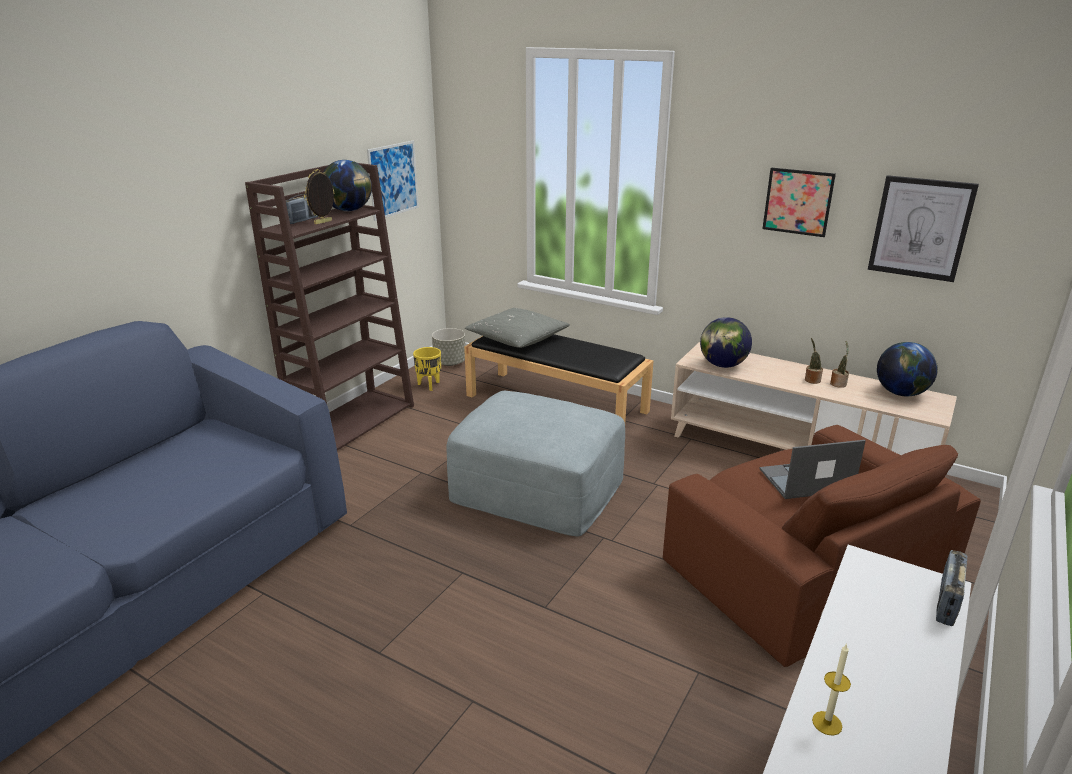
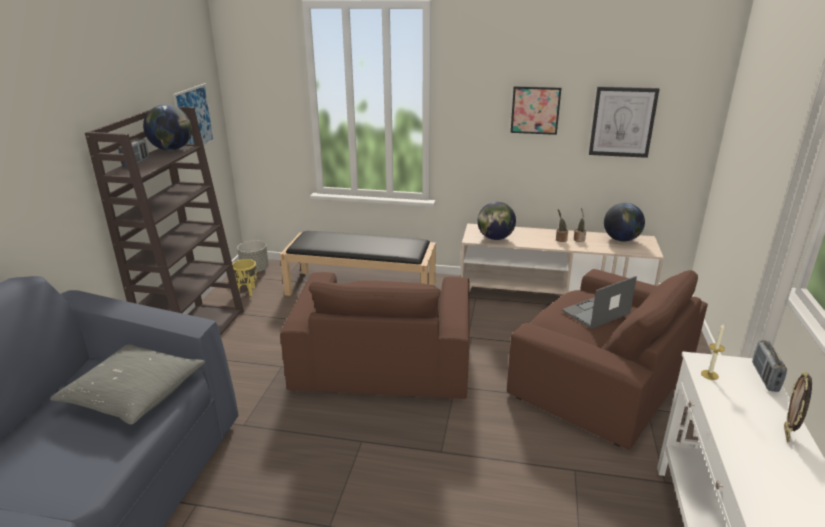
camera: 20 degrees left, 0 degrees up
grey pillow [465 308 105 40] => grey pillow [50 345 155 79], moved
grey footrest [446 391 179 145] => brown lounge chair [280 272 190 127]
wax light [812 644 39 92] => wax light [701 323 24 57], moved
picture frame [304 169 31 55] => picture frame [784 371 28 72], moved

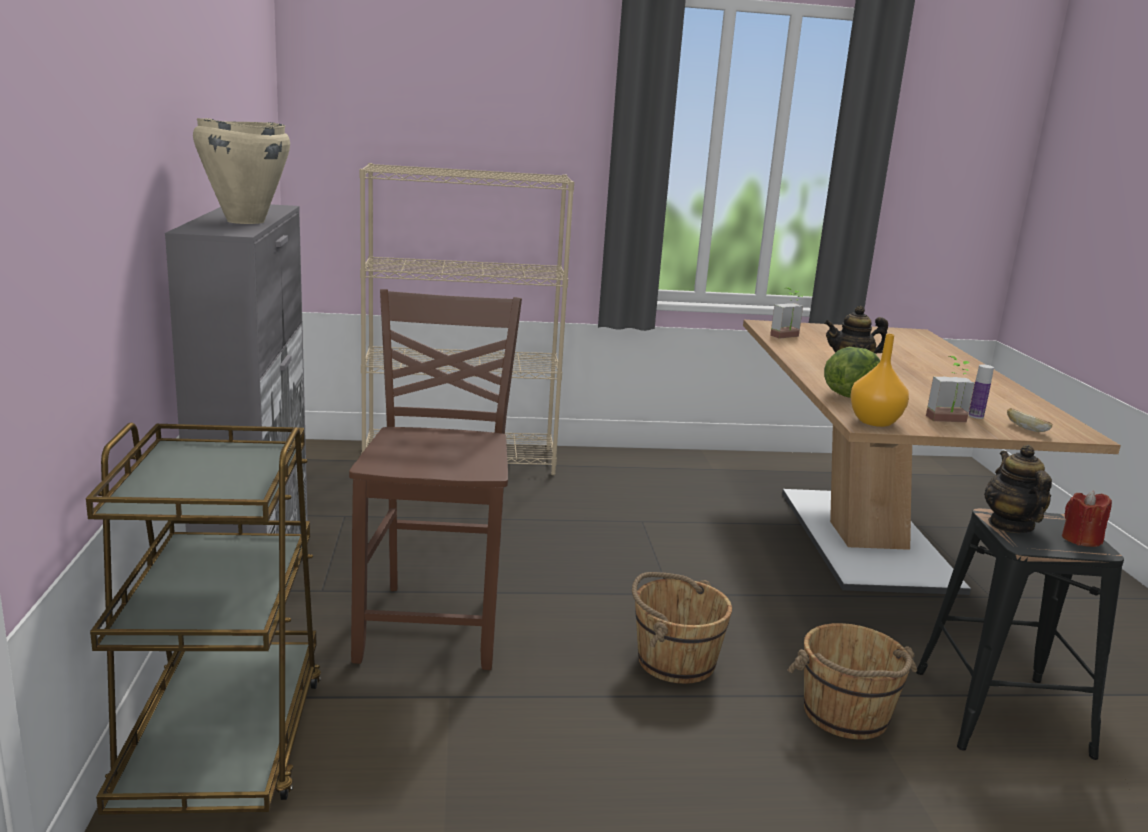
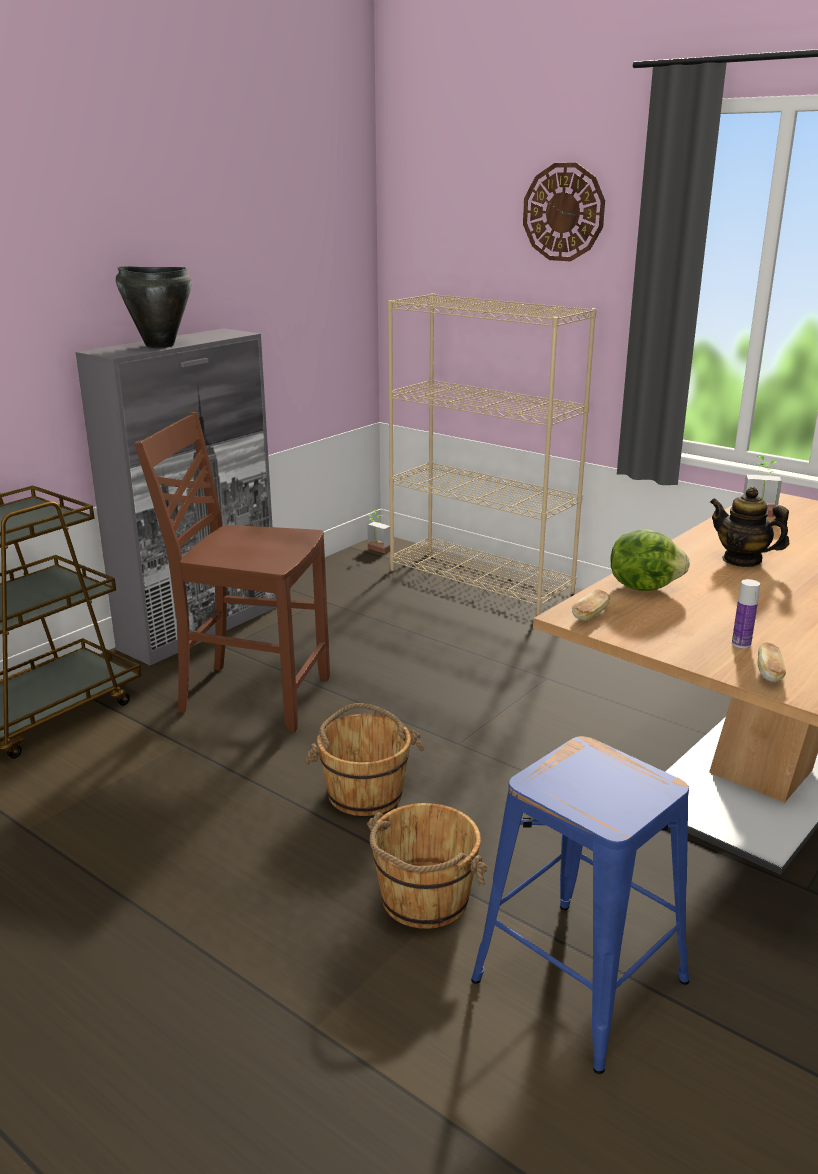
camera: 45 degrees right, 5 degrees up
beige stockpot [193 118 97 106] => black stockpot [116 266 76 82]
brown upright chair [349 289 173 381] => brown upright chair [135 412 195 320], 120 degrees counterclockwise
potted plant [926 356 49 66] => potted plant [366 510 24 43], moved
black stool [916 508 208 252] => blue stool [471 736 218 338]
nothing => hanging clock [523 163 82 98]
orangey vase [851 333 58 94] => baked bread [572 590 38 31]
tea pot [984 445 68 88] => nothing
red-coloured wax light [1062 491 50 56] => nothing

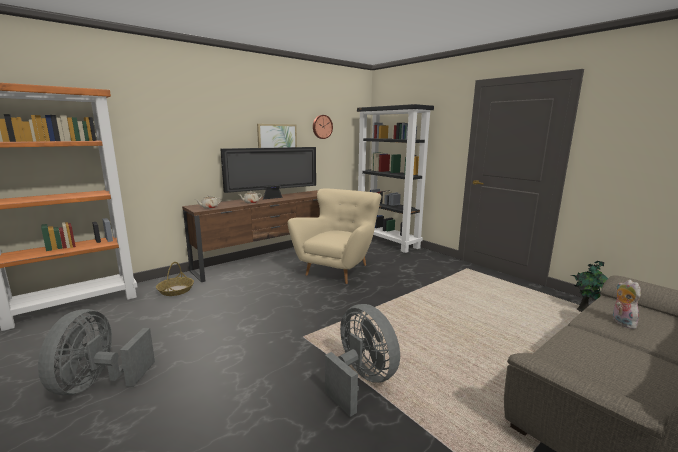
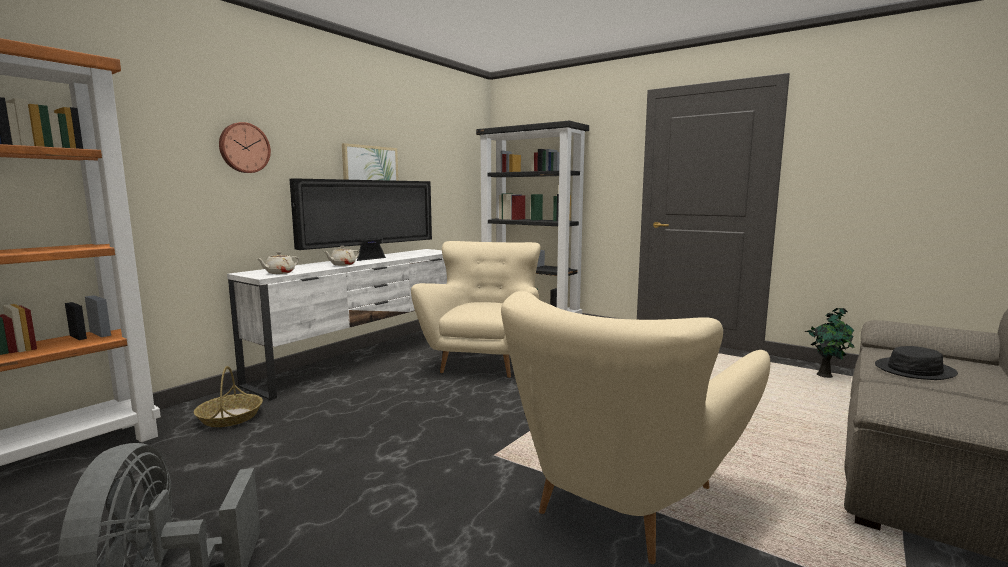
camera: 15 degrees left, 5 degrees down
hanging clock [313 115 20 24] => hanging clock [219 122 52 51], moved
brown media console [182 190 138 92] => whitish media console [227 249 220 152]
grey cooling fan [325 304 75 113] => beige lounge chair [501 291 270 273]
plush toy [613 280 28 49] => black wearable hat [875 346 83 34]

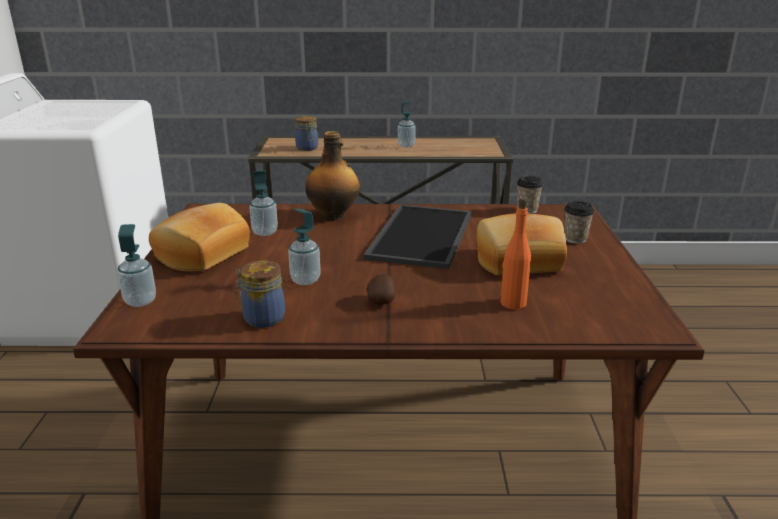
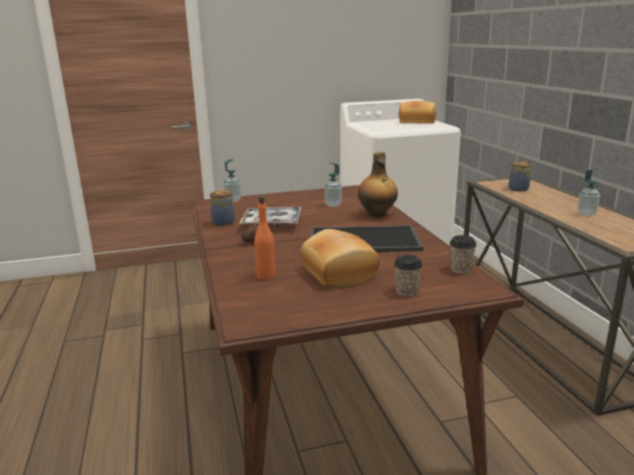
camera: 75 degrees right, 5 degrees down
soap bottle [288 209 33 76] => tray [239 207 63 20]
baked bread [149 203 101 69] => baked bread [399 100 37 24], moved

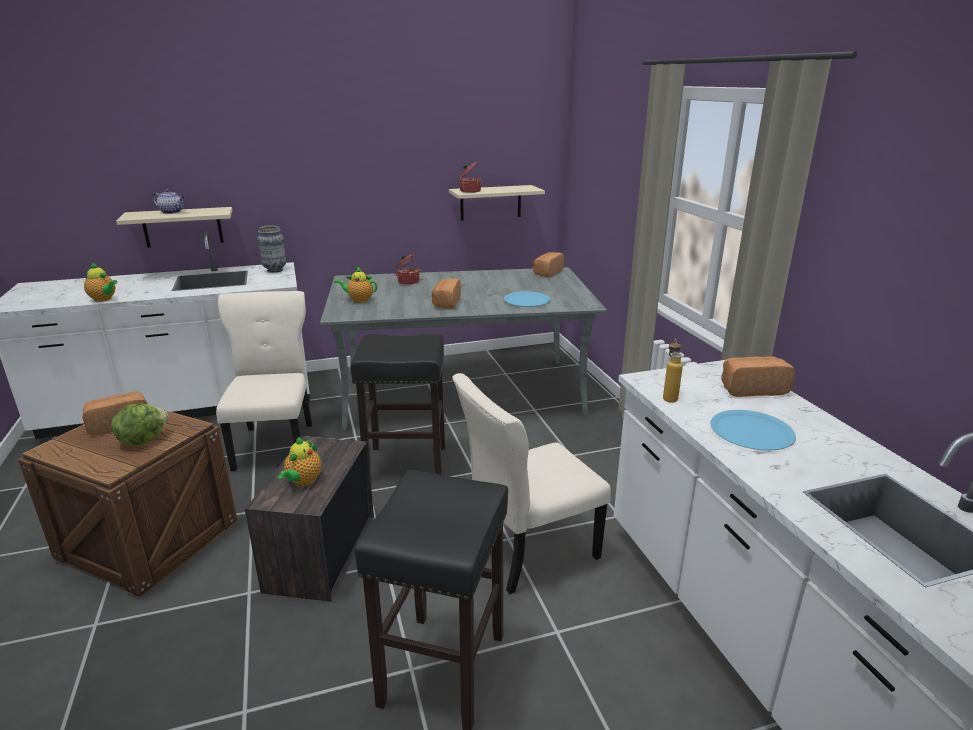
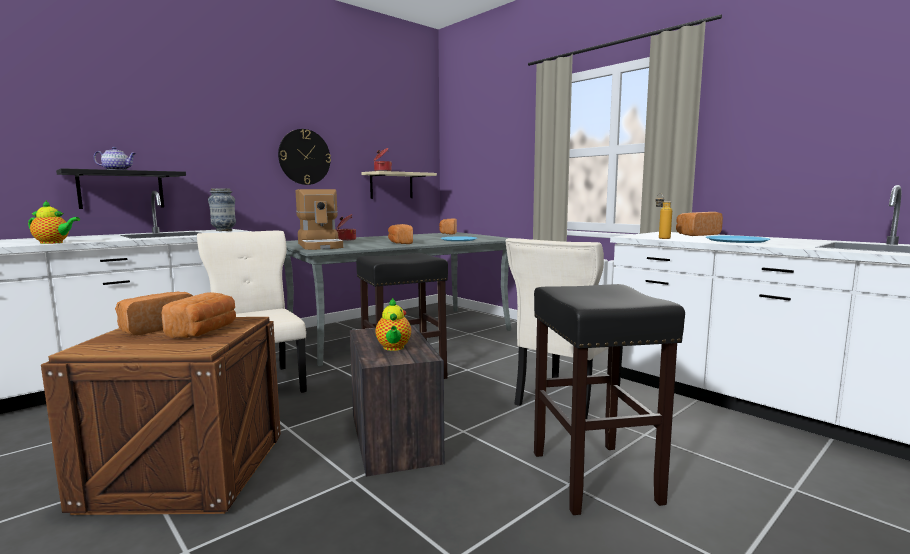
camera: 25 degrees left, 15 degrees down
beige shelf [116 207 116 41] => black shelf [56 168 130 41]
head of lettuce [111 403 58 43] => baked bread [162 292 74 46]
nothing => hanging clock [278 129 53 56]
tea pot [334 266 43 37] => coffee brewer [296 189 47 61]

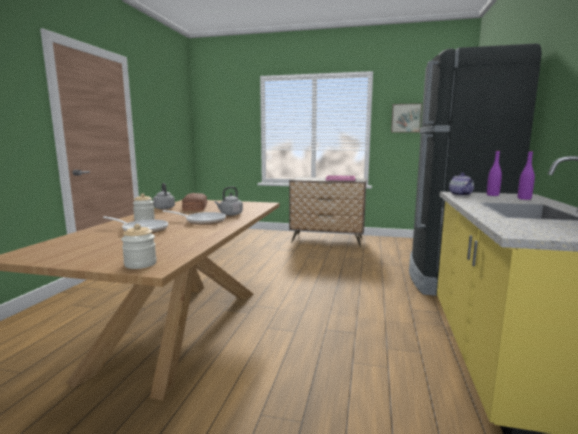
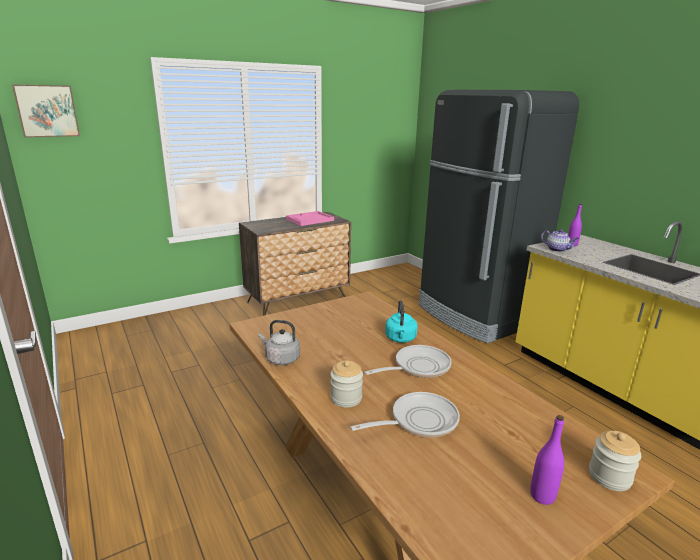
camera: 45 degrees left, 10 degrees up
picture [391 103 31 30] => picture [12 84 68 54], moved
grey kettle [215 187 28 29] => blue-green kettle [385 300 32 43]
purplish drink bottle [518 151 17 49] => purplish drink bottle [530 415 34 90], moved
baked bread [182 193 25 18] => nothing

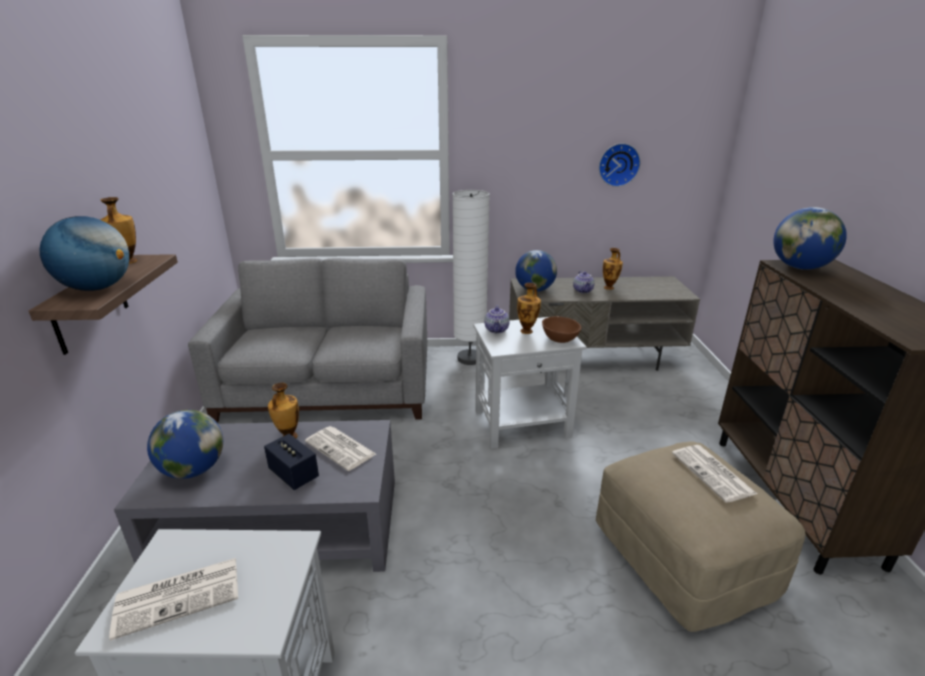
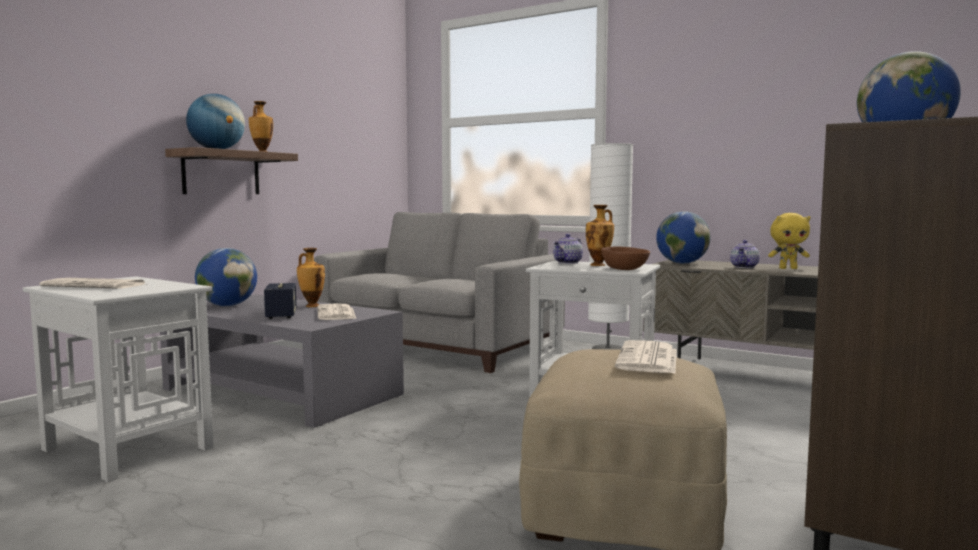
camera: 35 degrees right, 20 degrees down
vase [603 248 20 42] => yellow plush toy [768 213 42 56]
hanging clock [599 143 42 44] => nothing

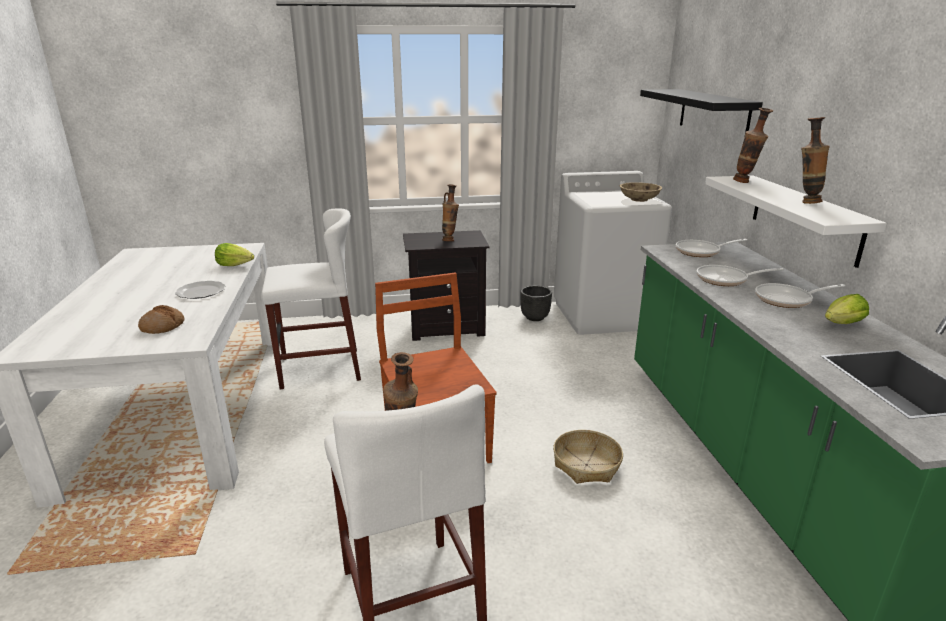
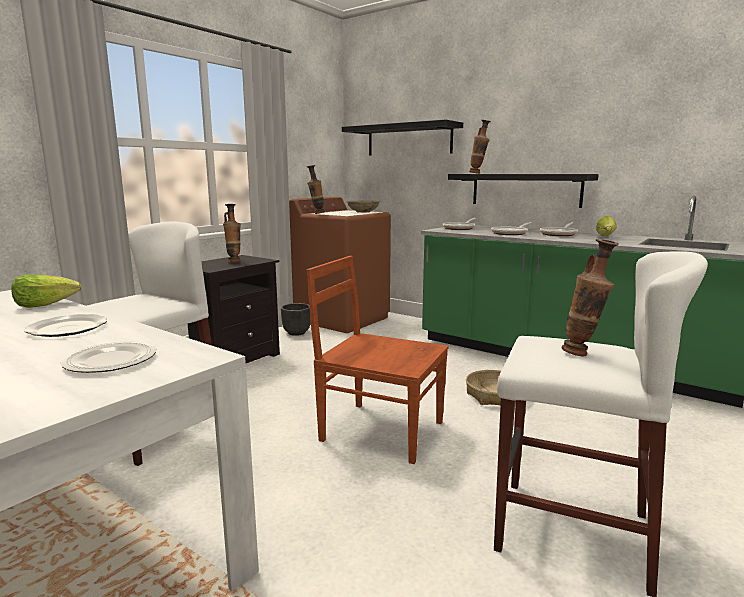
camera: 45 degrees left, 10 degrees down
baked bread [138 305 46 29] => flat dish [60 341 96 32]
whitish laundry machine [554 171 118 164] => brown laundry machine [289 196 102 137]
vase [801 117 29 87] => vase [307 165 18 49], moved
whitish shelf [705 175 182 93] => black shelf [448 174 151 34]

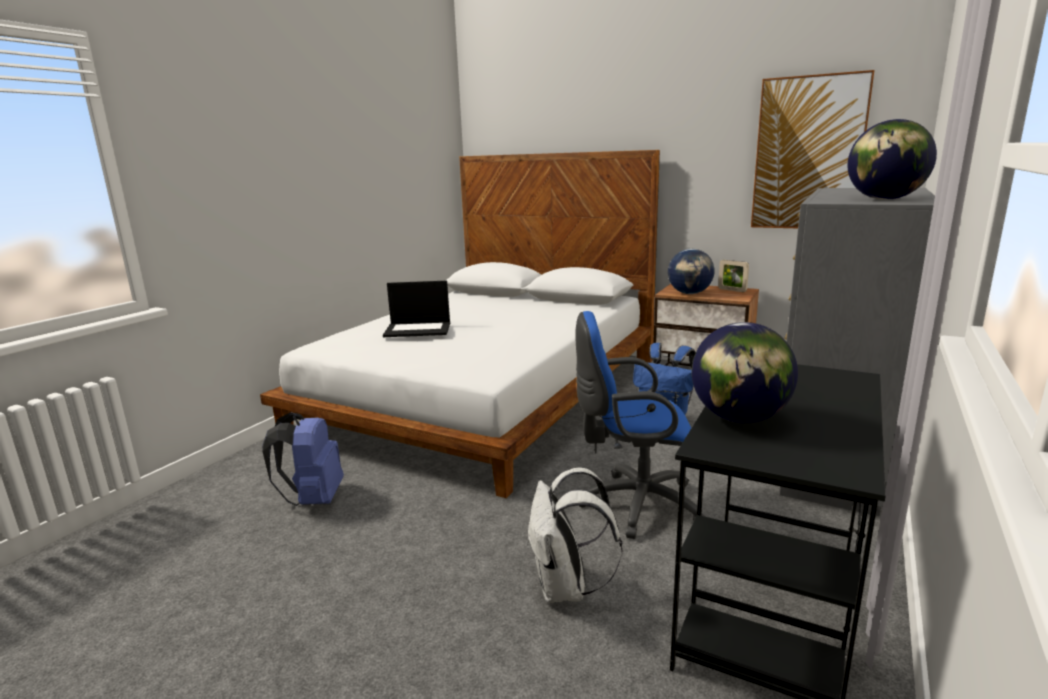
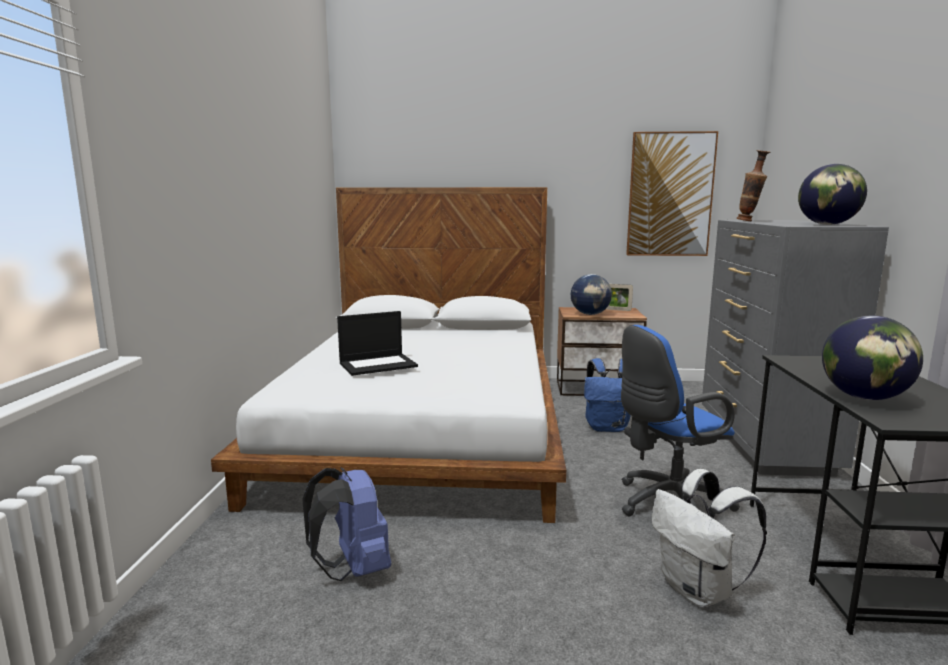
camera: 25 degrees left, 5 degrees down
nothing => vase [737 150 33 71]

